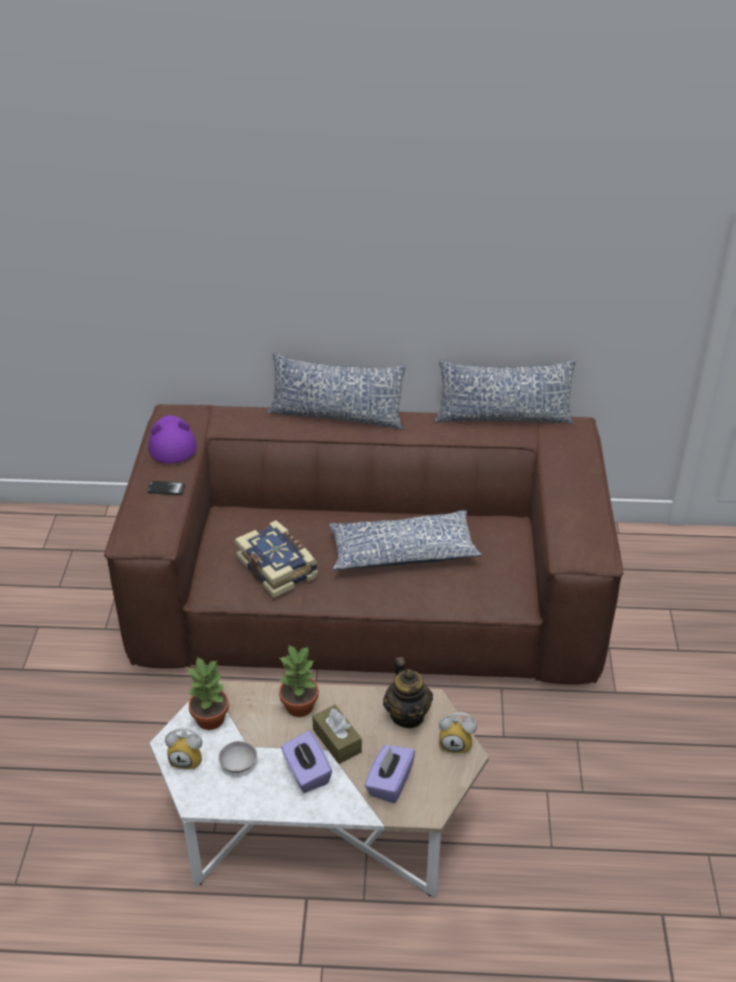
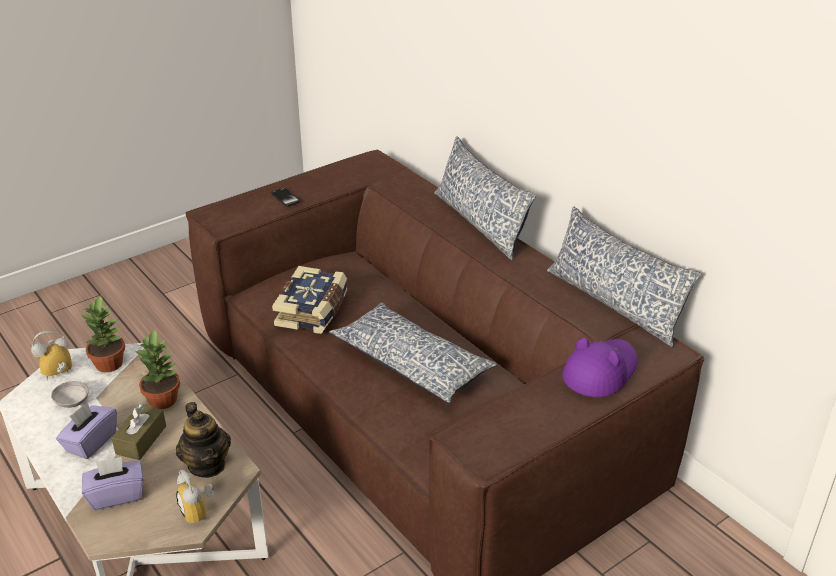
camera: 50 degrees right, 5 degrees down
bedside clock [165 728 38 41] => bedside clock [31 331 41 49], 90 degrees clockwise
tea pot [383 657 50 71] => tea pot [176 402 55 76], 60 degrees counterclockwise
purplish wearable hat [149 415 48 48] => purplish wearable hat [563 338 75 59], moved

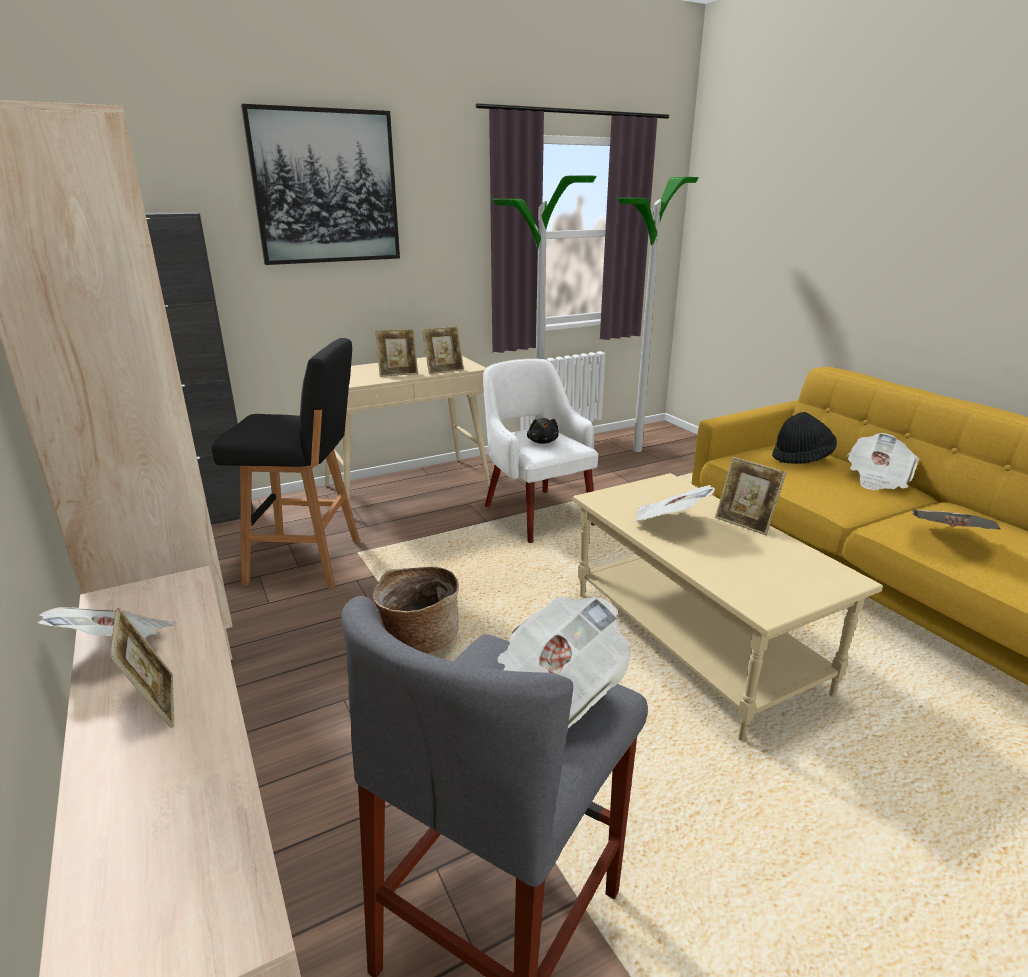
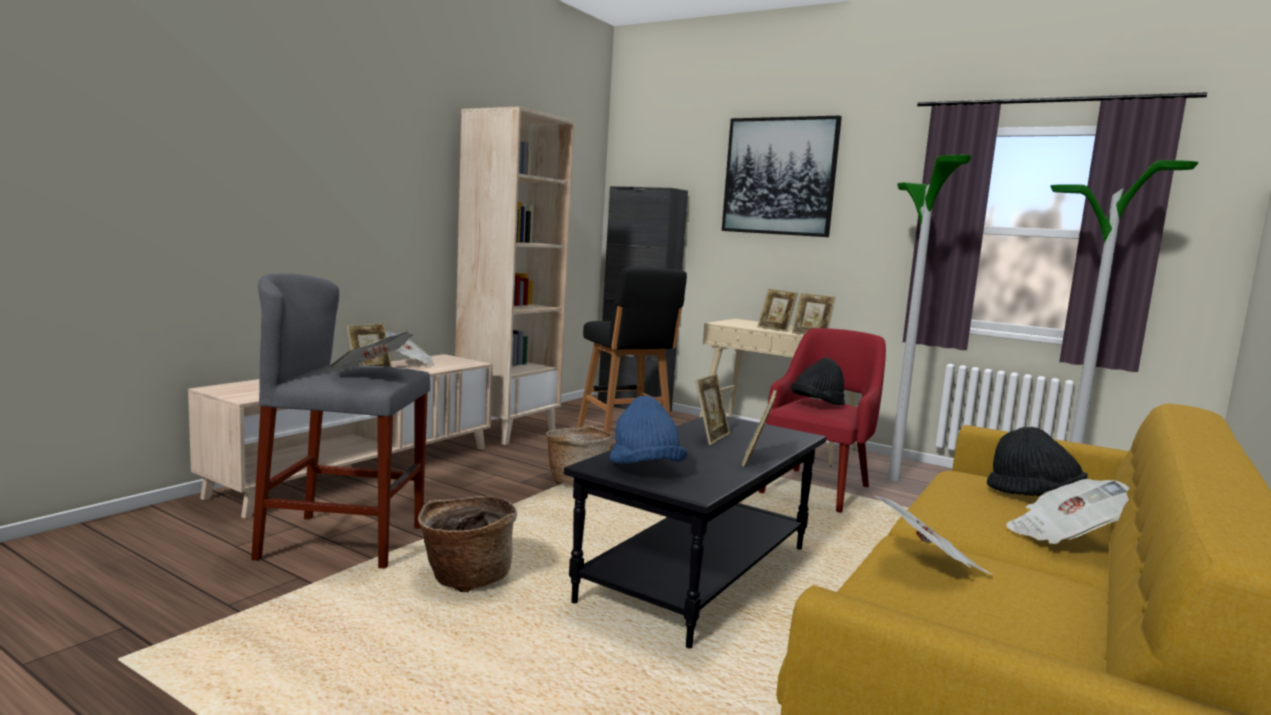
camera: 60 degrees right, 15 degrees down
nothing => storage basket [418 496 99 96]
beige coffee table [573 473 310 268] => black coffee table [564 416 262 232]
nothing => blue wearable hat [609 396 78 68]
daily paper [633 485 82 37] => picture frame [695 373 35 72]
whitish lounge chair [483 359 115 184] => red-coloured lounge chair [759 328 127 185]
black plush toy [527 418 32 26] => black wearable hat [791 357 54 48]

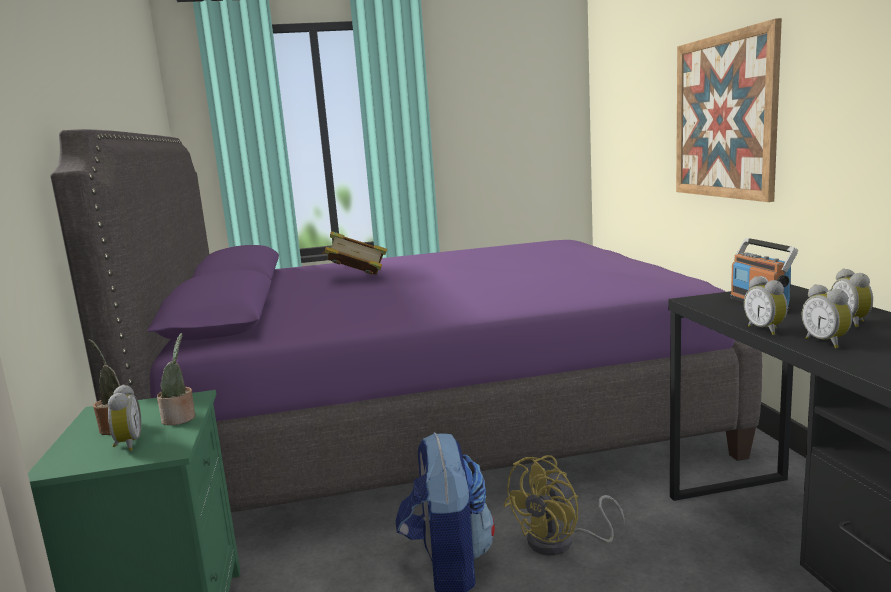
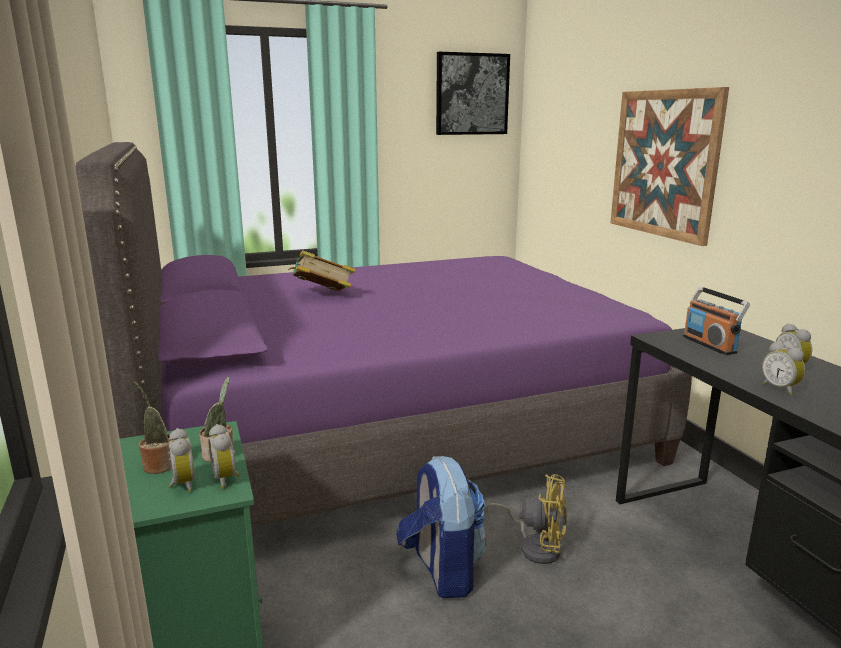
camera: 10 degrees left, 5 degrees up
bedside clock [744 276 44 59] => bedside clock [208 424 32 65], moved
nothing => picture [436 52 74 83]
yellow cooling fan [503 455 122 101] => yellow cooling fan [485 474 82 90], 105 degrees counterclockwise

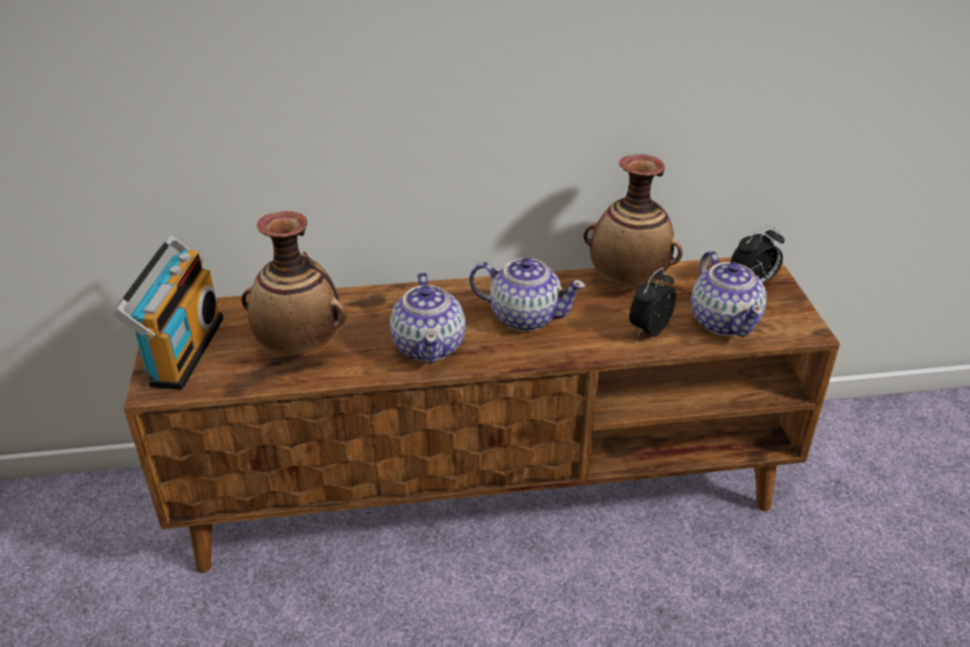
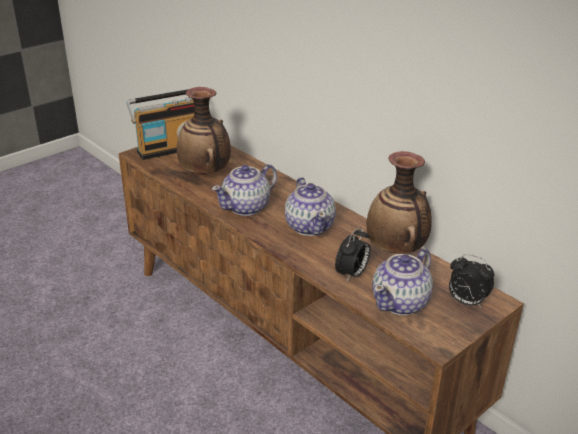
camera: 55 degrees right, 5 degrees down
bedside clock [629 268 47 70] => bedside clock [335 227 36 55], 120 degrees clockwise

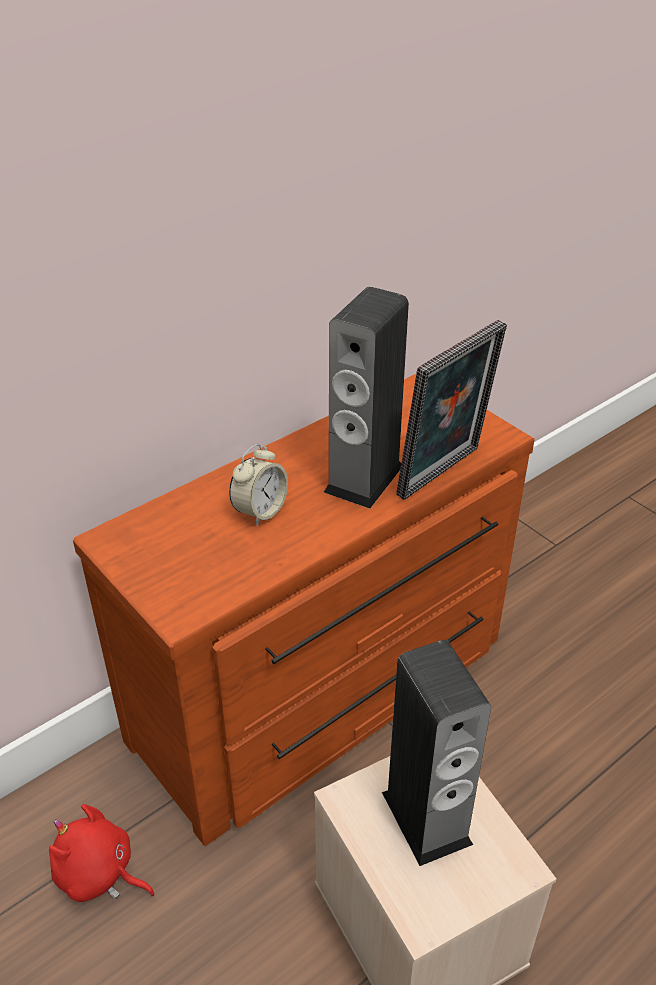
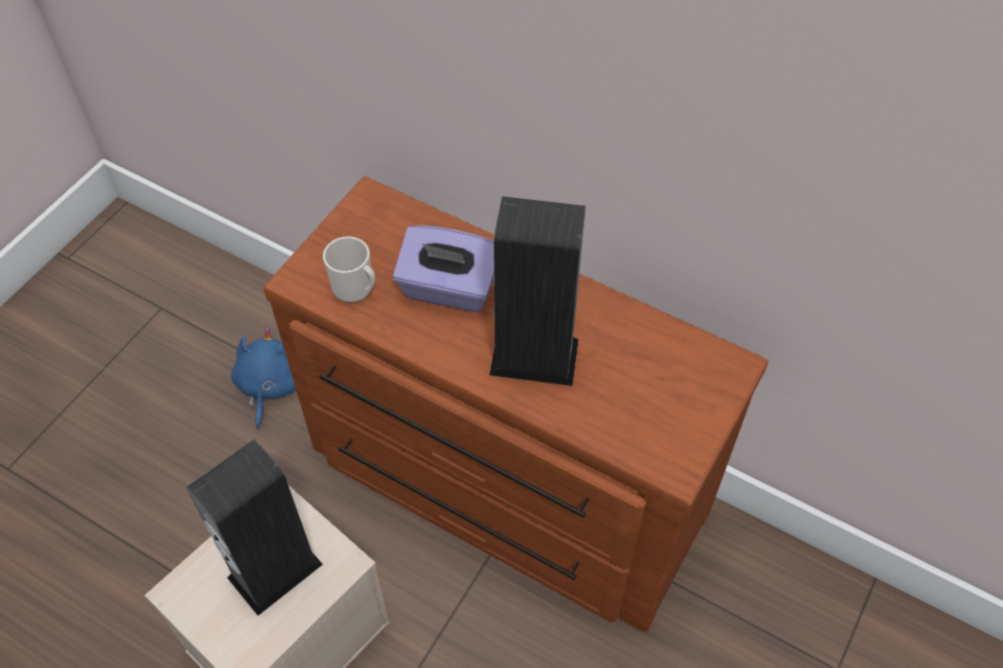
camera: 70 degrees right, 15 degrees up
red-coloured plush toy [49 804 106 98] => blue plush toy [231 328 65 101]
nothing => coffee mug [323 237 52 66]
bedside clock [229 444 59 82] => purplish tissue holder [393 225 101 87]
picture frame [396 320 111 180] => nothing

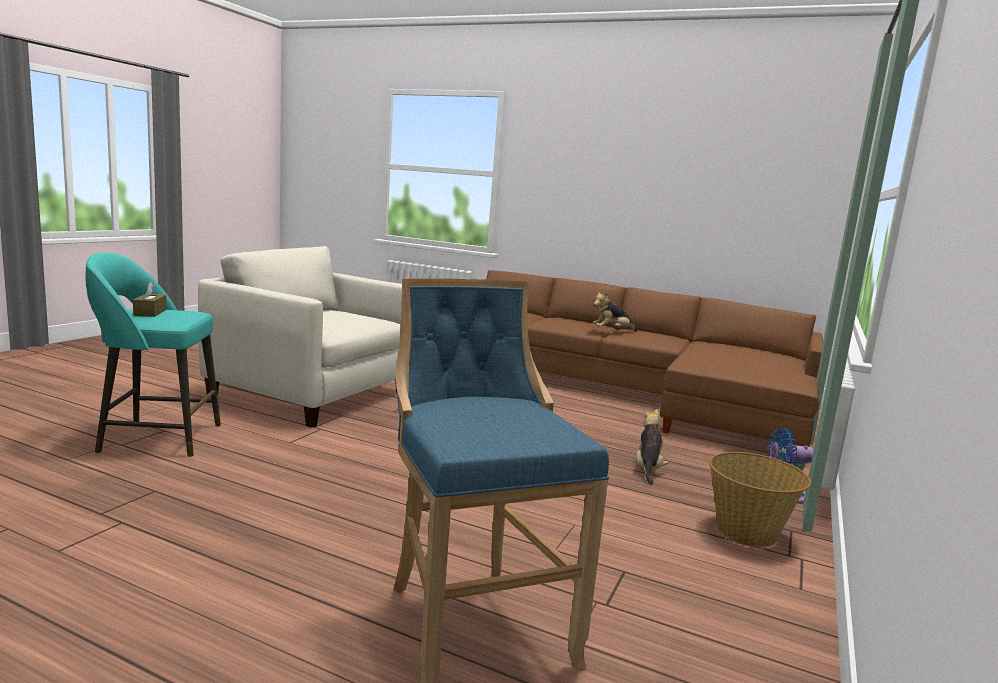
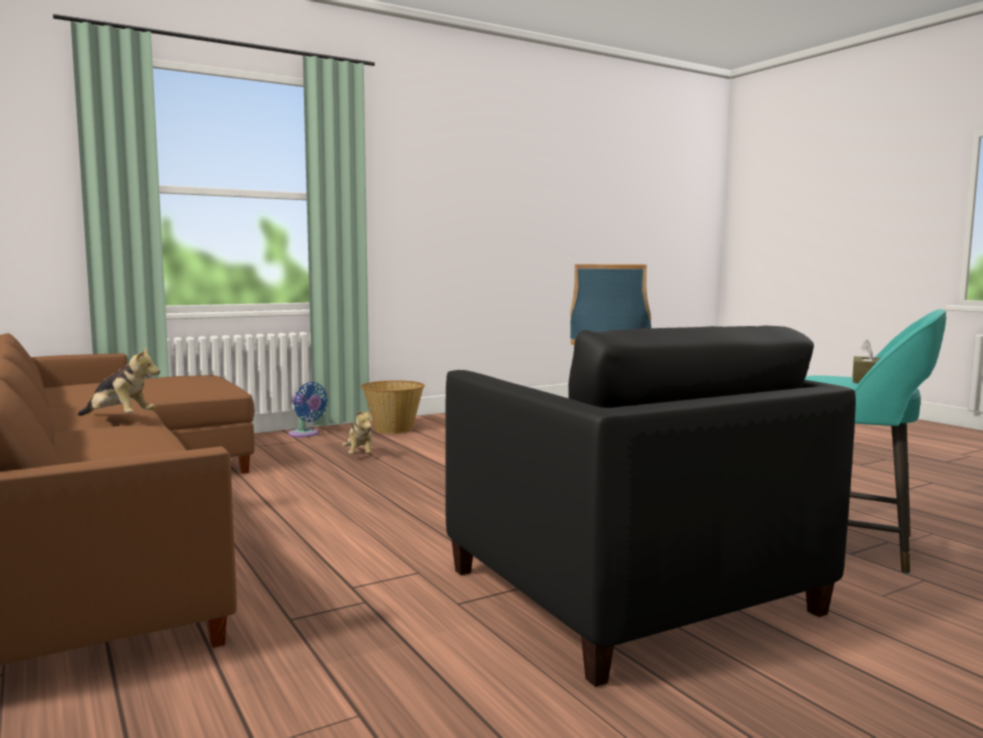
camera: 145 degrees left, 5 degrees down
plush toy [636 409 33 76] => plush toy [342 408 30 46], 60 degrees counterclockwise
beige lounge chair [198 246 204 182] => black lounge chair [445 326 411 361]

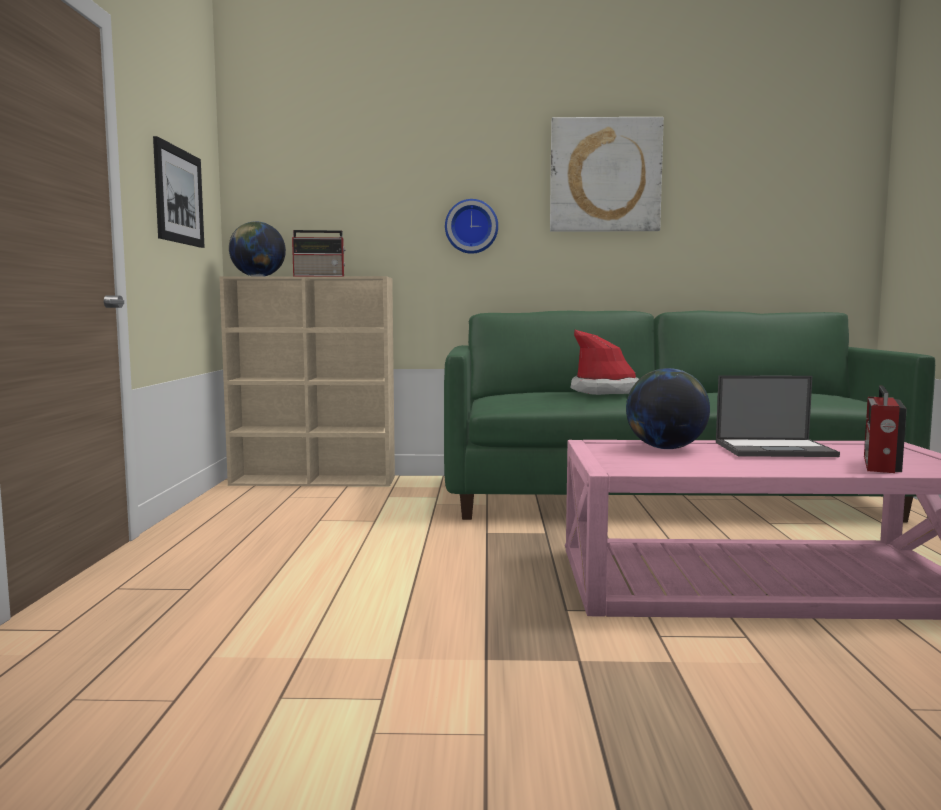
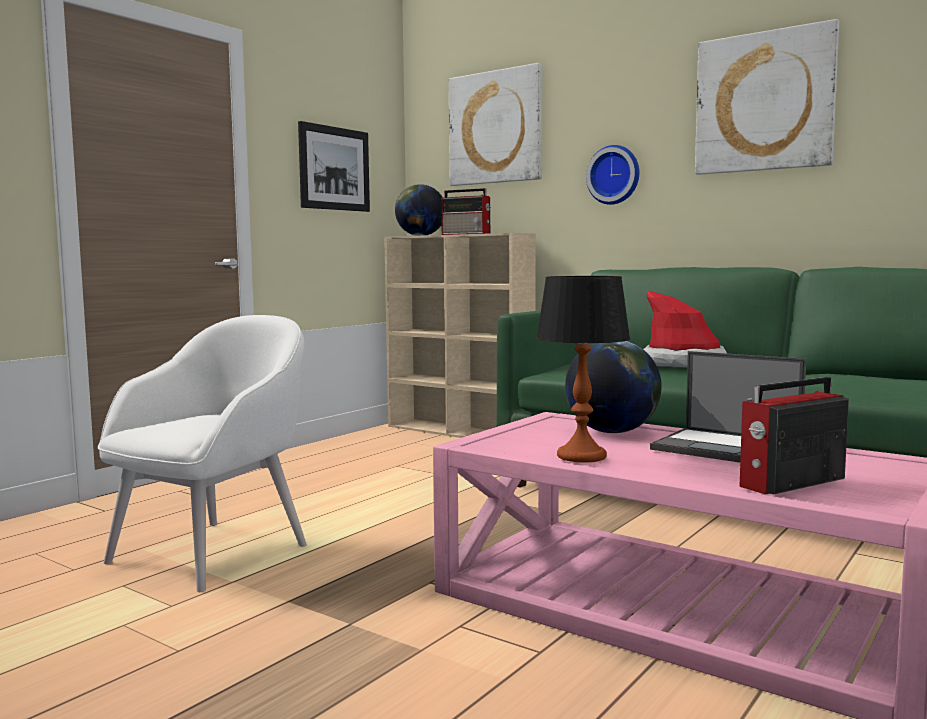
camera: 35 degrees right, 0 degrees up
nothing => whitish lounge chair [98 315 209 277]
nothing => picture [449 63 93 123]
nothing => tabletop lamp [536 276 94 186]

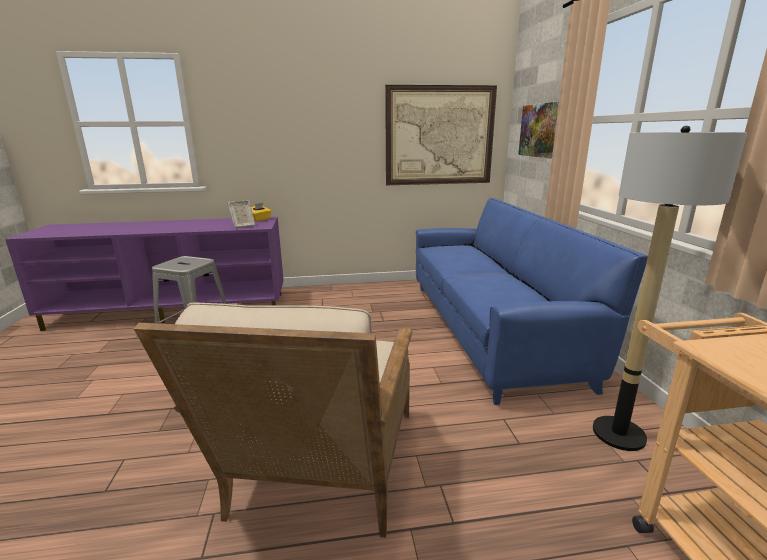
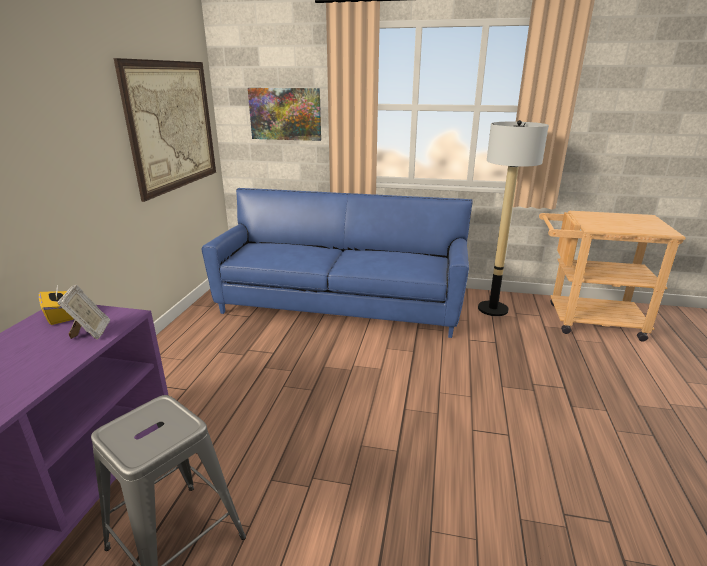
camera: 70 degrees left, 5 degrees up
beige lounge chair [134 303 278 235] => nothing

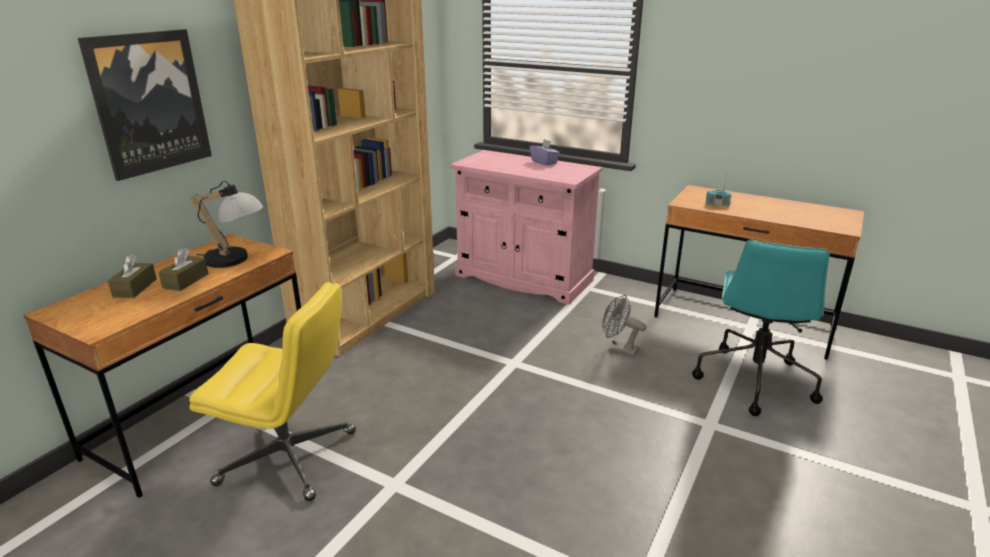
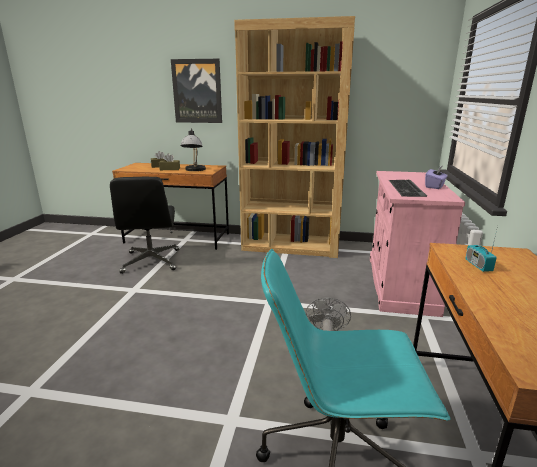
camera: 70 degrees right, 5 degrees down
yellow desk chair [189 282 167 219] => black desk chair [110 177 69 97]
nothing => computer keyboard [389 180 38 17]

